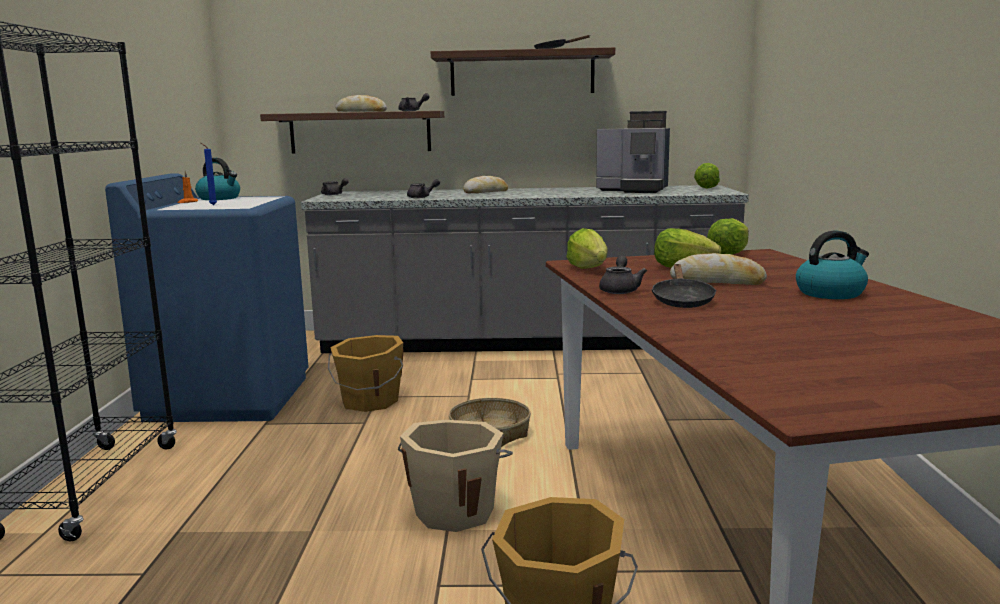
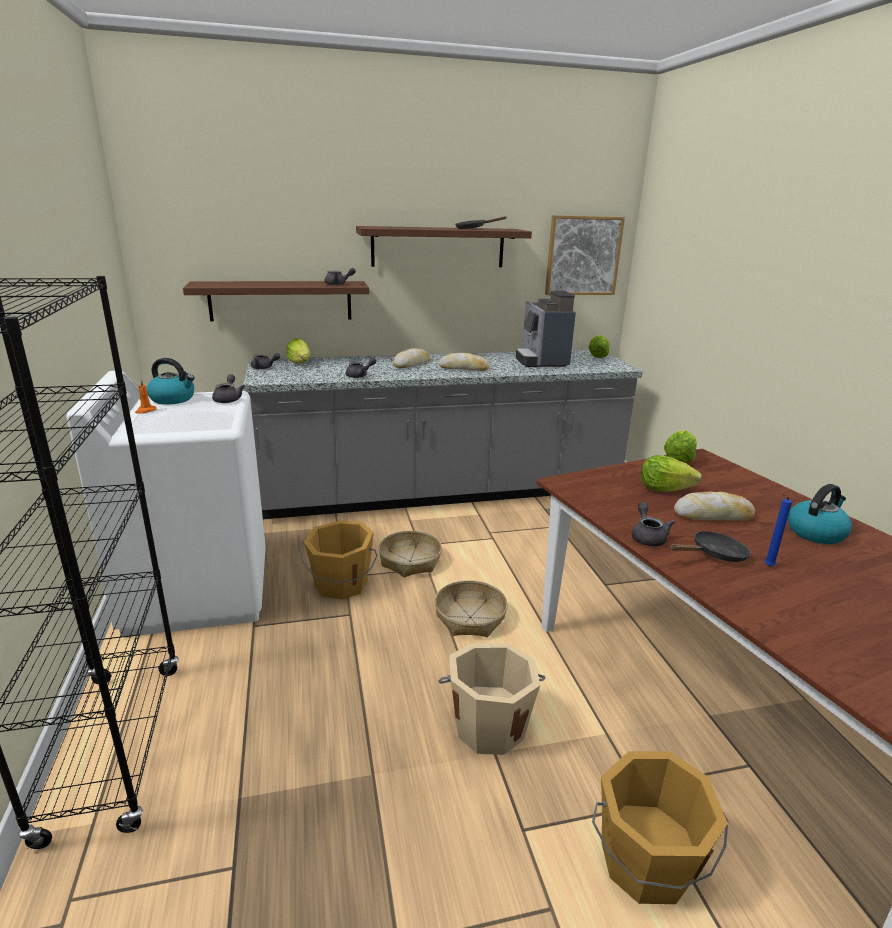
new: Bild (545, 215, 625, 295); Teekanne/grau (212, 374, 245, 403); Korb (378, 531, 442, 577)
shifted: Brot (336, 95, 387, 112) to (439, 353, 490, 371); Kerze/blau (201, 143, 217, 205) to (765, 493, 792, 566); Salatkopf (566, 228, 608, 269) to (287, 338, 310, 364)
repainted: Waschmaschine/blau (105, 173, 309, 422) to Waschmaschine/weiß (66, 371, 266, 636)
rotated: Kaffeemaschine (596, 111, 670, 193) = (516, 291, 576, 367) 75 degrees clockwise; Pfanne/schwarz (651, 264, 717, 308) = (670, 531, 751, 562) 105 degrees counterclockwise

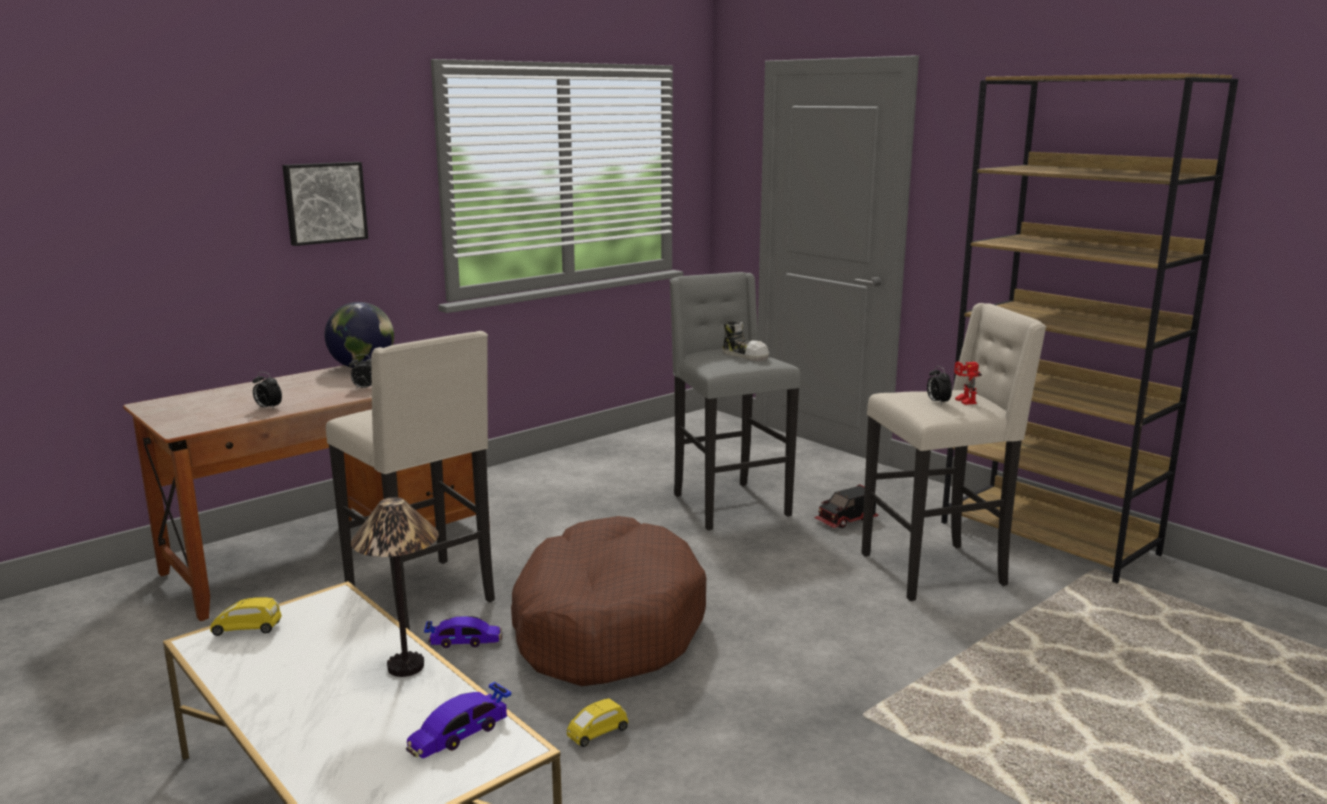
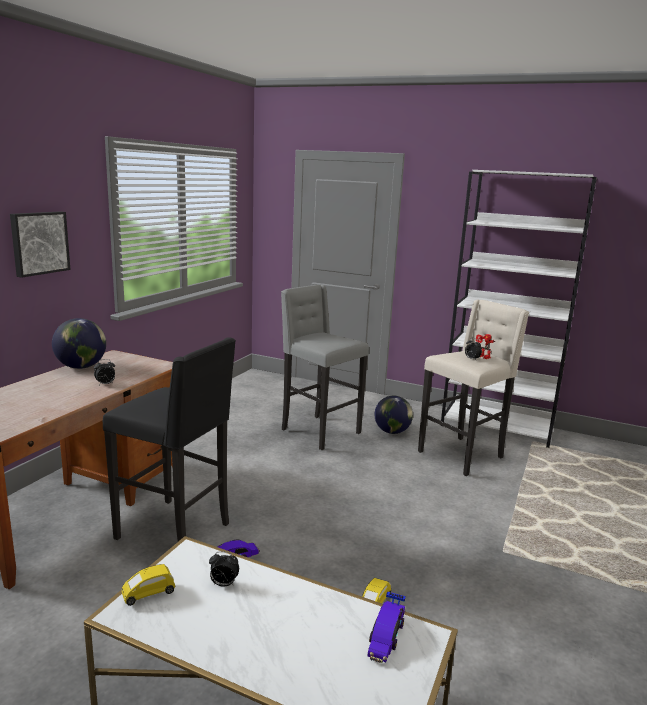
gone: Schuh (722, 322, 769, 361); Tischlampe (351, 497, 439, 677); Hundebett/braun (511, 516, 706, 686)
shifted: Wecker (253, 372, 282, 410) to (209, 551, 239, 586)
swapped: Spielzeuglaster (814, 484, 878, 528) to Globus (374, 396, 413, 434)
repainted: Bücherregal/braun (941, 73, 1238, 584) to Bücherregal/weiß (440, 170, 597, 448); Hocker/beige (326, 331, 495, 630) to Hocker/schwarz (103, 337, 236, 541)

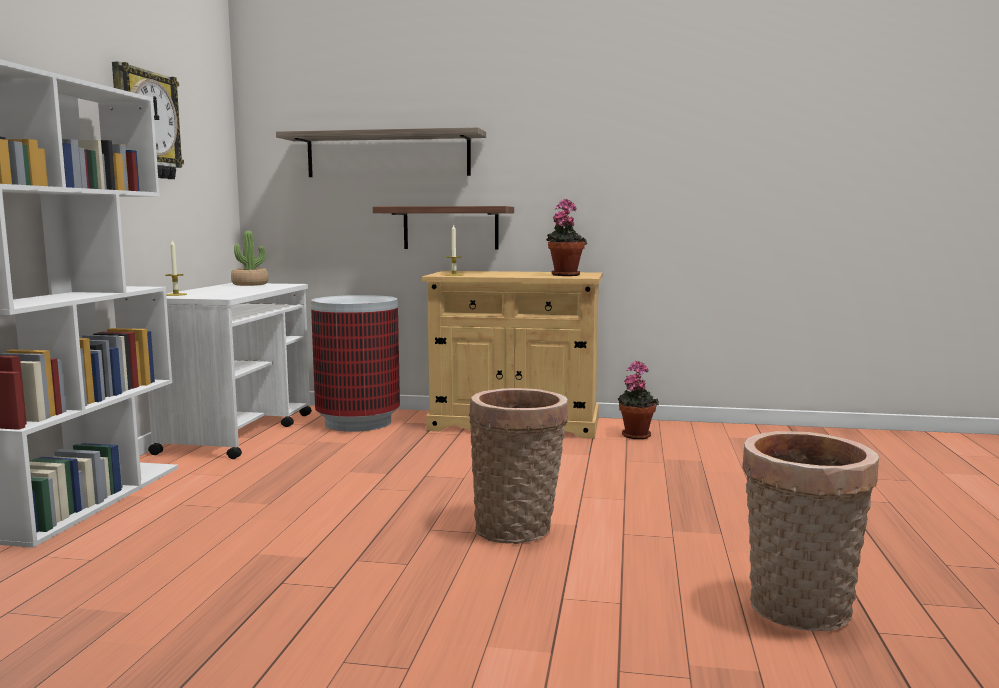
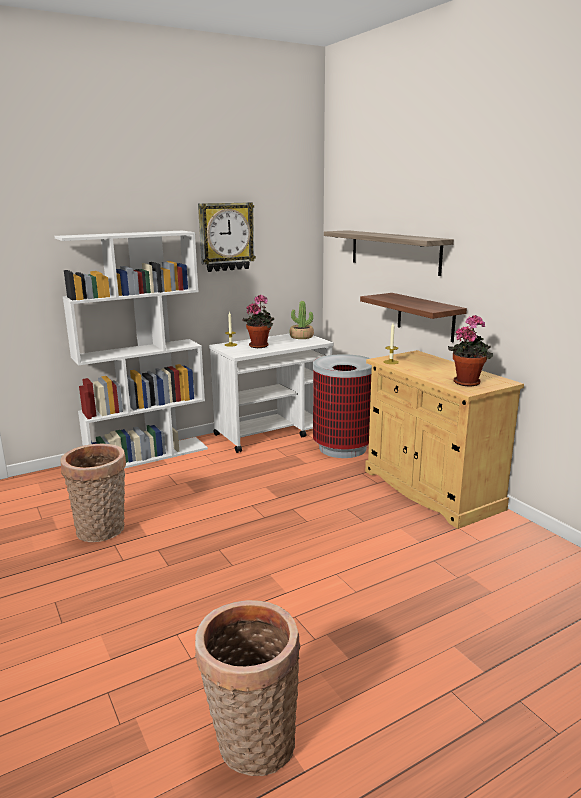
shifted: Topfpflanze (618, 361, 659, 439) to (242, 295, 274, 348); Korb (469, 388, 568, 544) to (60, 444, 126, 542)

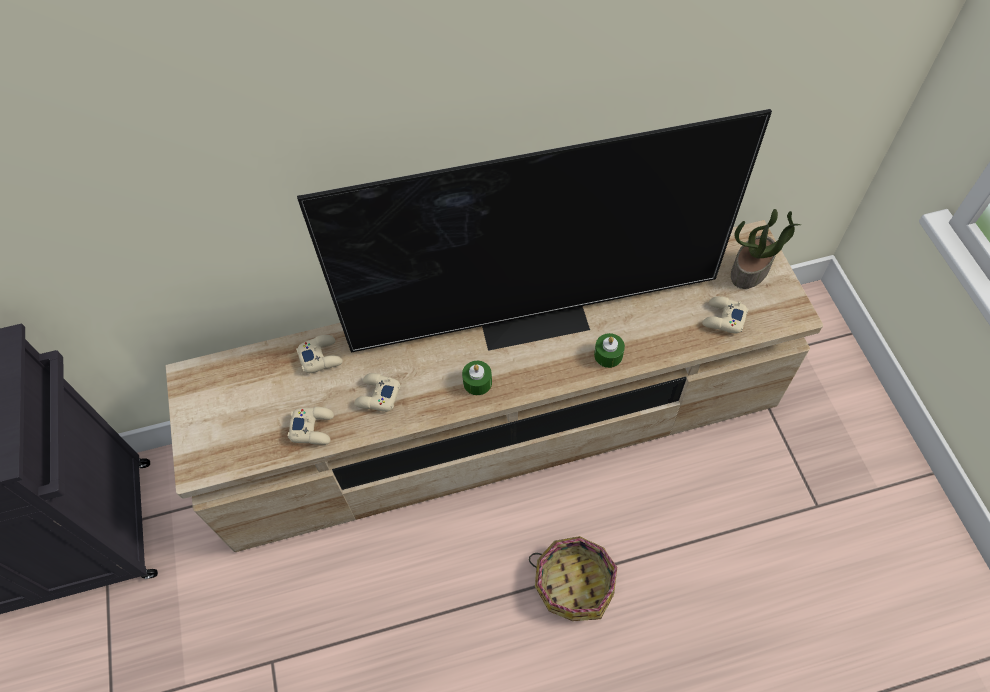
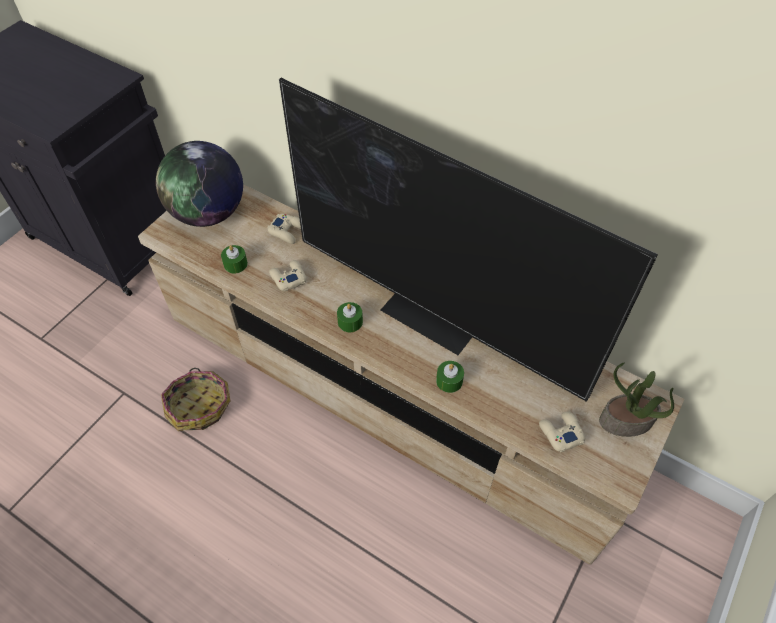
new: Globus (156, 141, 243, 227)
shifted: Korb (529, 536, 617, 621) to (161, 368, 231, 431)
swapped: Gamepad/beige (288, 407, 334, 445) to Kerze/grün (221, 245, 248, 273)

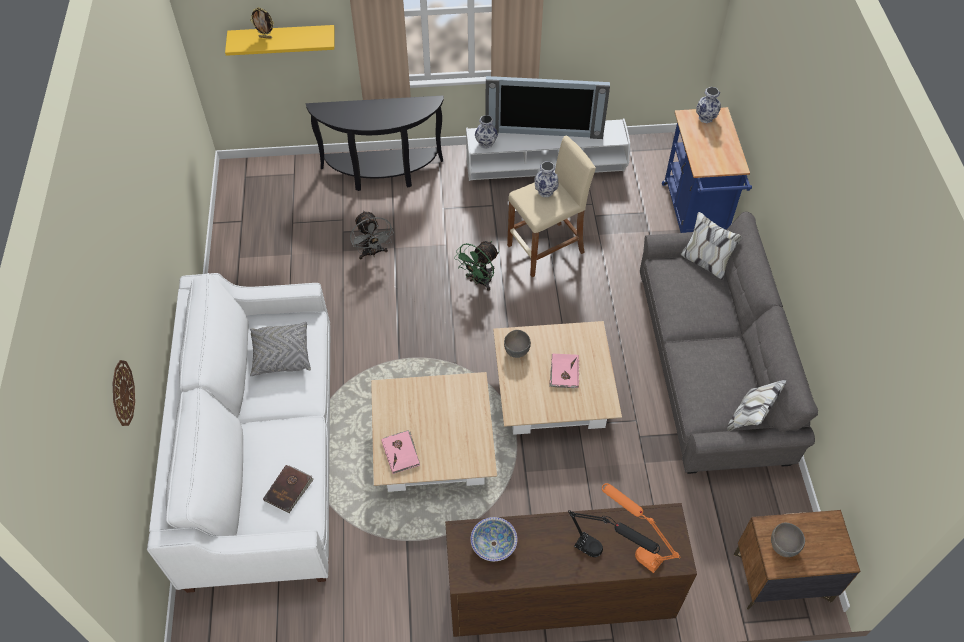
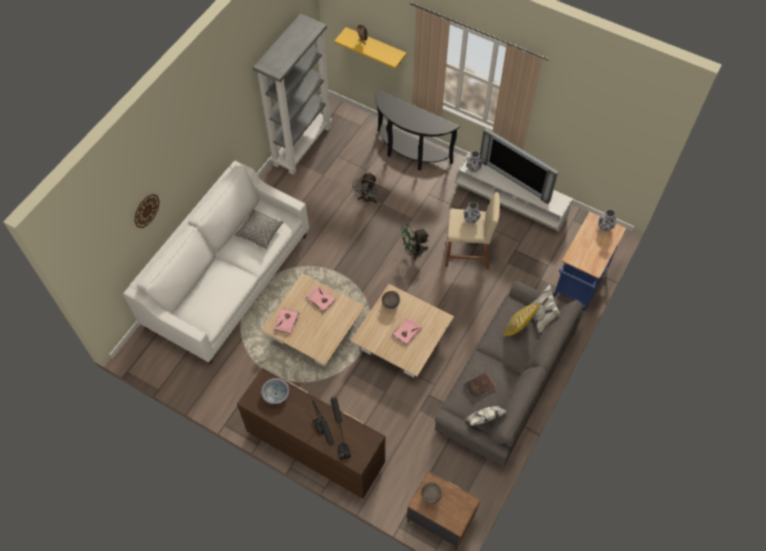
new: Bücherregal/grau (253, 14, 332, 175); Buch/rosa (306, 285, 336, 312); Kissen/gelb (503, 302, 541, 337)
shifted: Buch/braun (263, 465, 314, 513) to (464, 372, 496, 400)
repainted: Tischlampe/orange (602, 483, 680, 573) to Tischlampe/schwarz (331, 396, 351, 460)

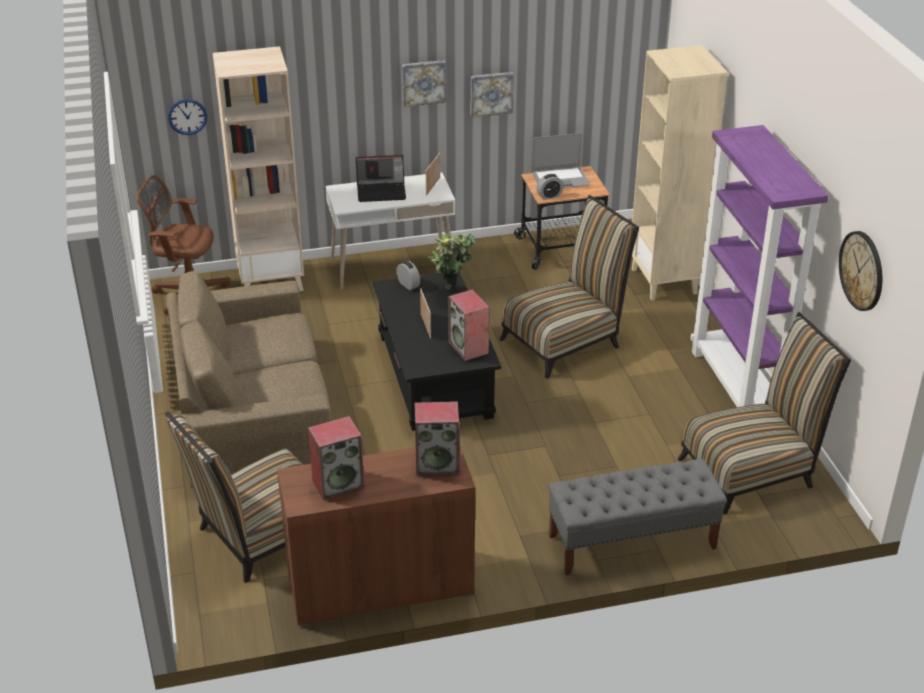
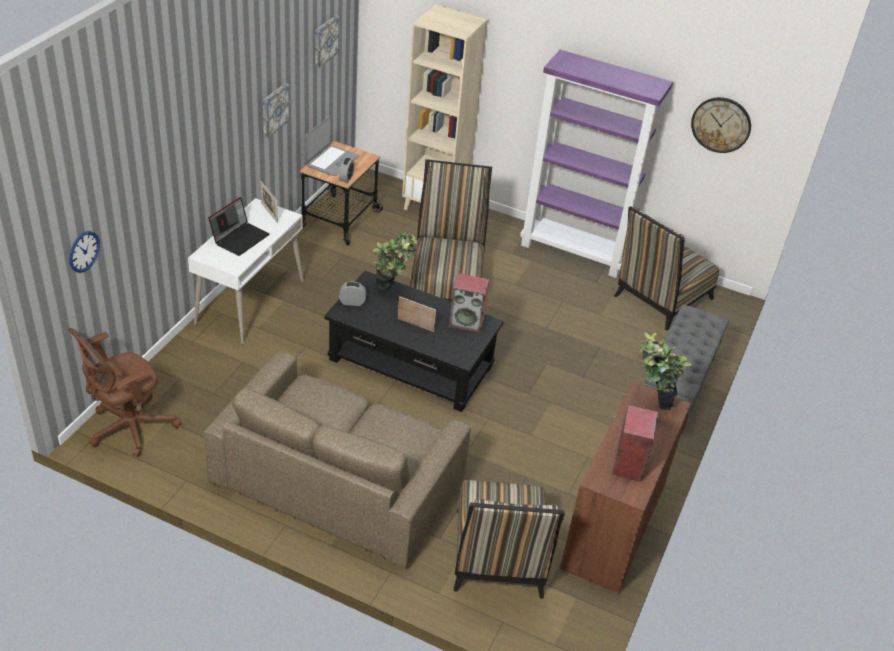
gone: Bücherregal/beige (213, 46, 304, 291)
shifted: Bild (402, 60, 446, 107) to (315, 15, 339, 68)
swapped: Lautsprecher (415, 401, 459, 476) to Topfpflanze (640, 332, 691, 410)
rotated: Stuhl (677, 312, 851, 515) = (614, 206, 719, 331) 150 degrees counterclockwise

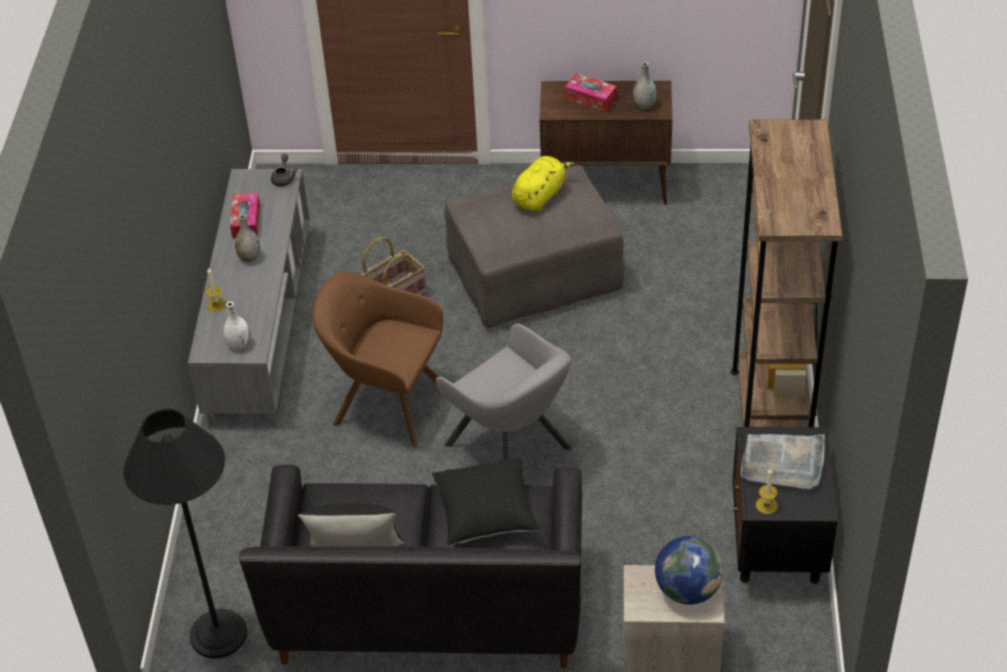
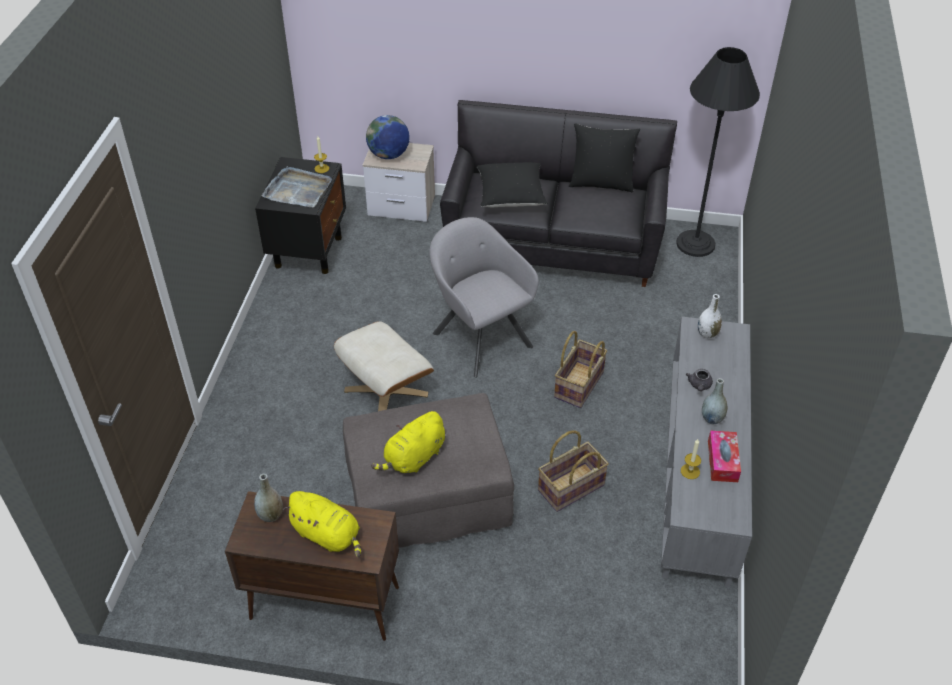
gone: Bücherregal/braun (731, 119, 843, 427)
new: Polsterhocker/beige (334, 321, 434, 411)
shifted: Teekanne/grau (271, 154, 297, 187) to (686, 369, 713, 391); Kerze (205, 267, 226, 312) to (681, 439, 701, 479)
swapped: Taschentuchbox (565, 73, 617, 112) to Plüschtier/gelb (283, 491, 361, 557); Sessel/braun (313, 272, 443, 449) to Korb (554, 331, 607, 408)

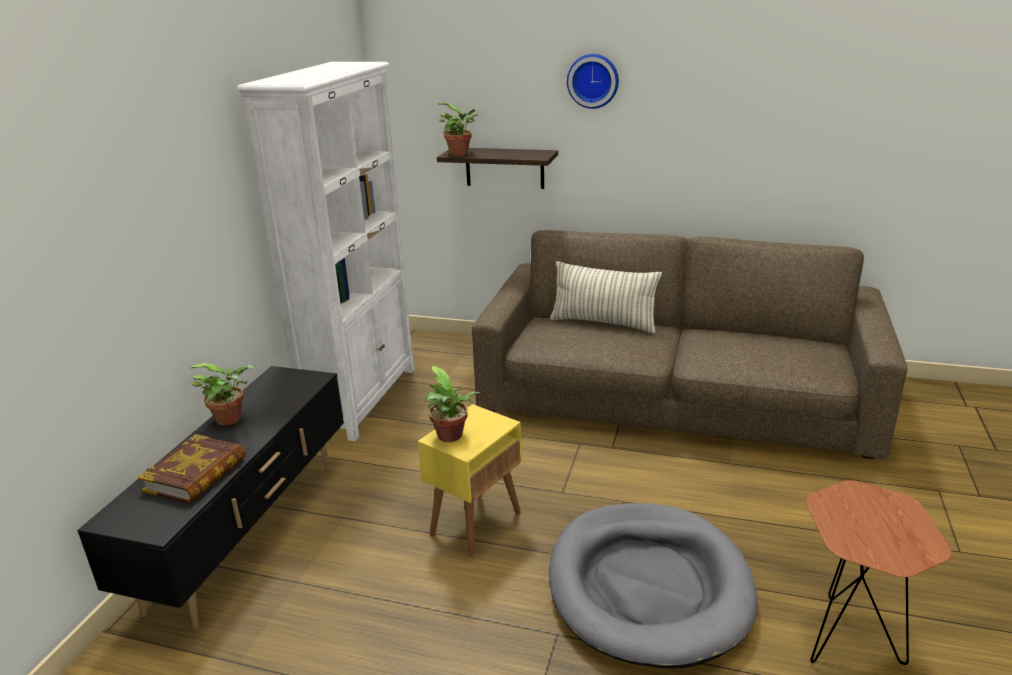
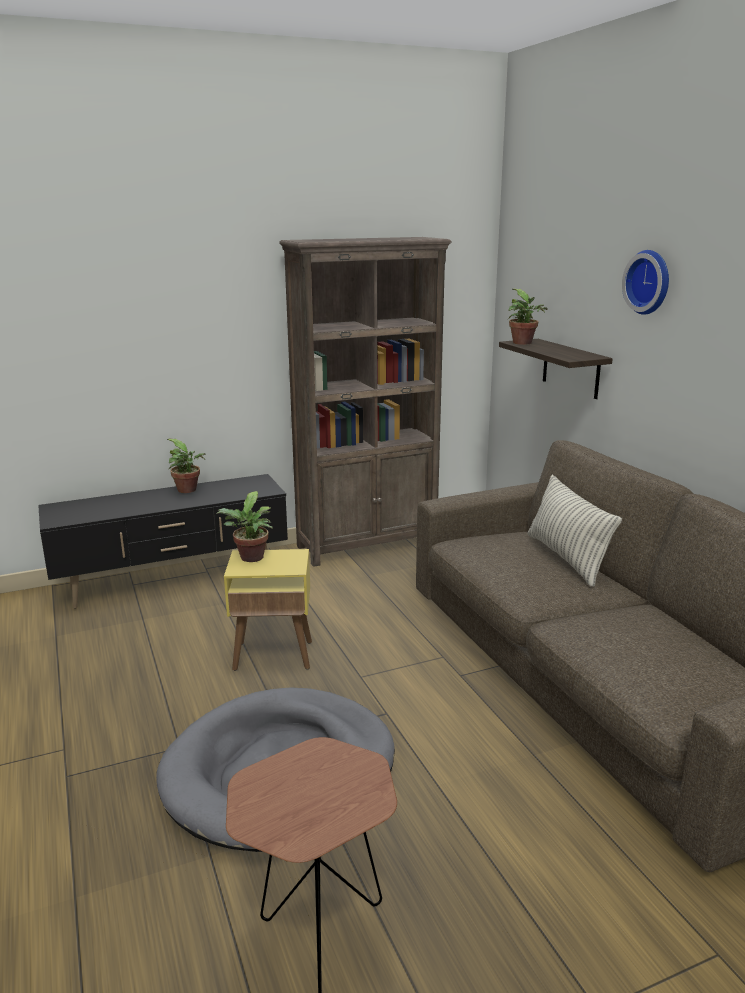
gone: Buch (138, 434, 245, 503)
repainted: Bücherregal/weiß (237, 62, 415, 442) to Bücherregal/braun (279, 237, 452, 567)

